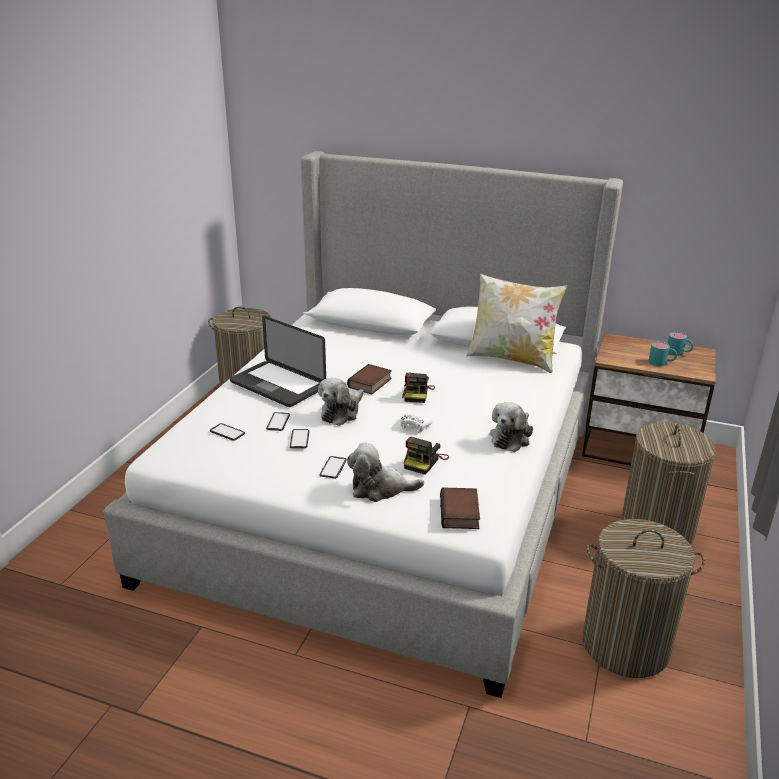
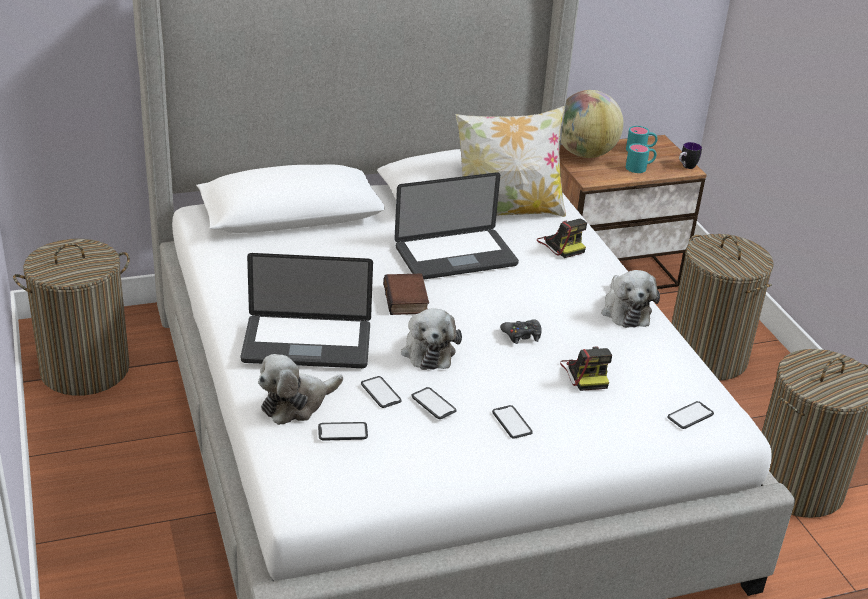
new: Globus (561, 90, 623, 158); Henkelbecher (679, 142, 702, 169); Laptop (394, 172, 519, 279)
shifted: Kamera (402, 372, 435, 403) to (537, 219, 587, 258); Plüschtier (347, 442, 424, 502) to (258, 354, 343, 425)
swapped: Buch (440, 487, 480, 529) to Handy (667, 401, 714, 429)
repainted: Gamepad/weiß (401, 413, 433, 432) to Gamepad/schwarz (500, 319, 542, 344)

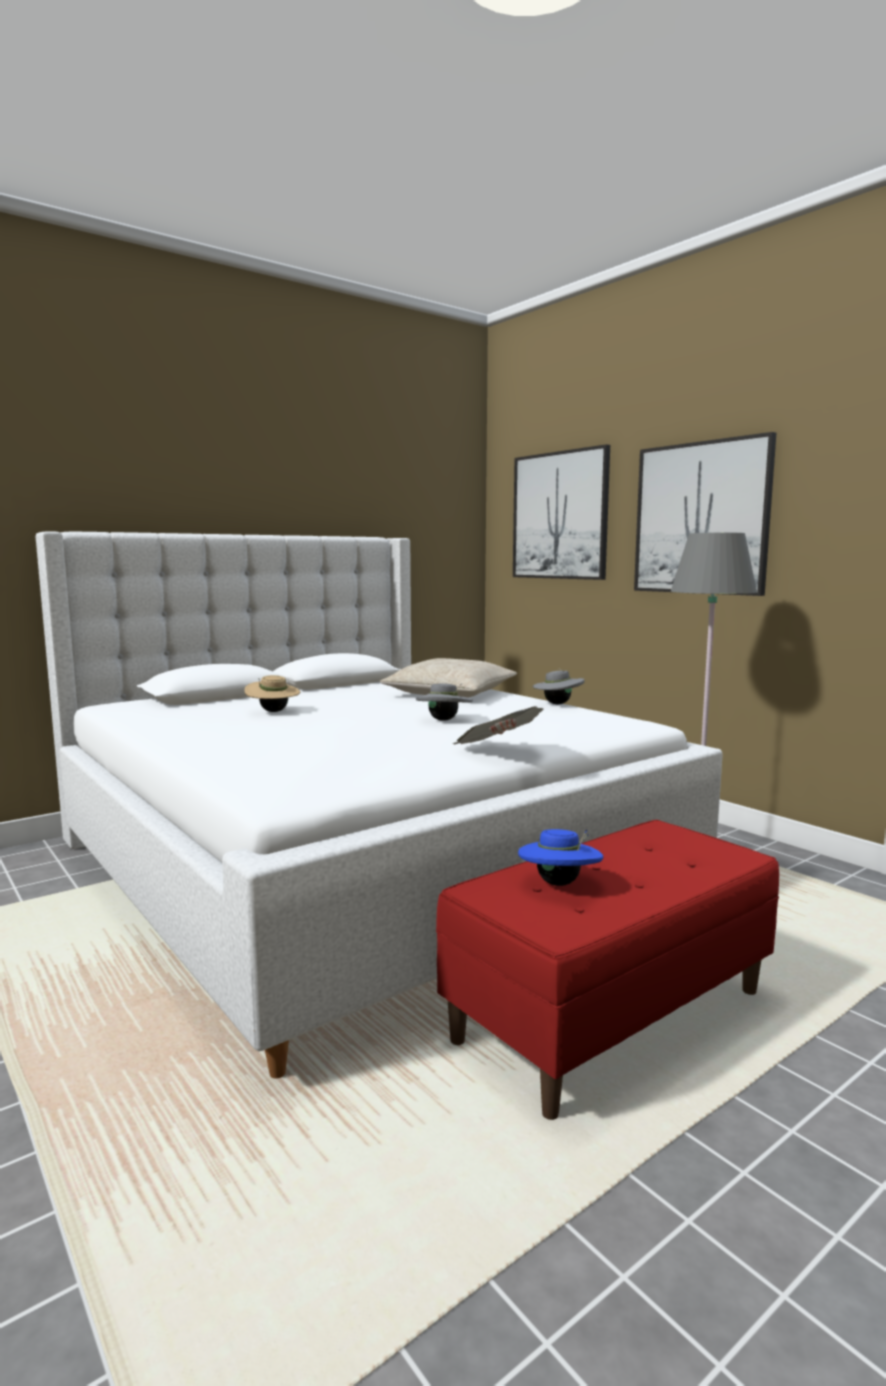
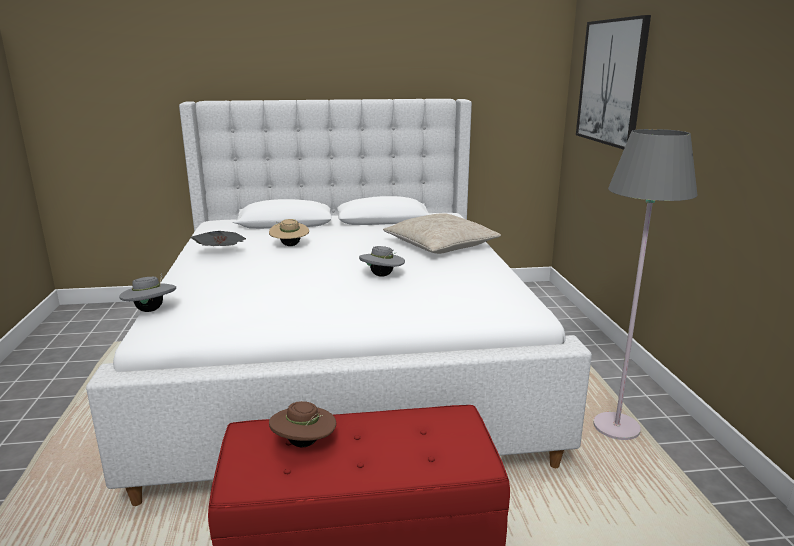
gone: Bild (634, 432, 776, 596)
shifted: Hut/grau (533, 668, 584, 704) to (119, 273, 176, 312); Zeitung (453, 706, 544, 744) to (190, 231, 246, 246)
repainted: Hut/blau (518, 829, 603, 886) to Hut/braun (269, 401, 336, 447)

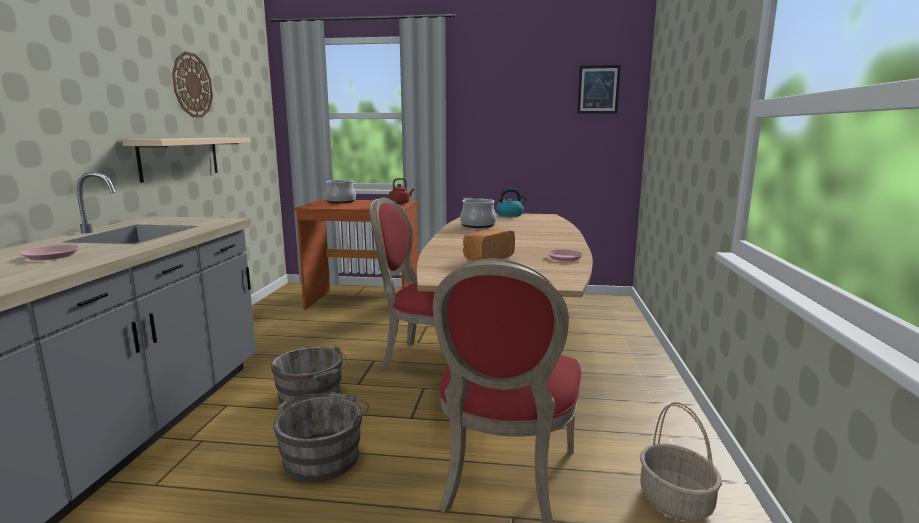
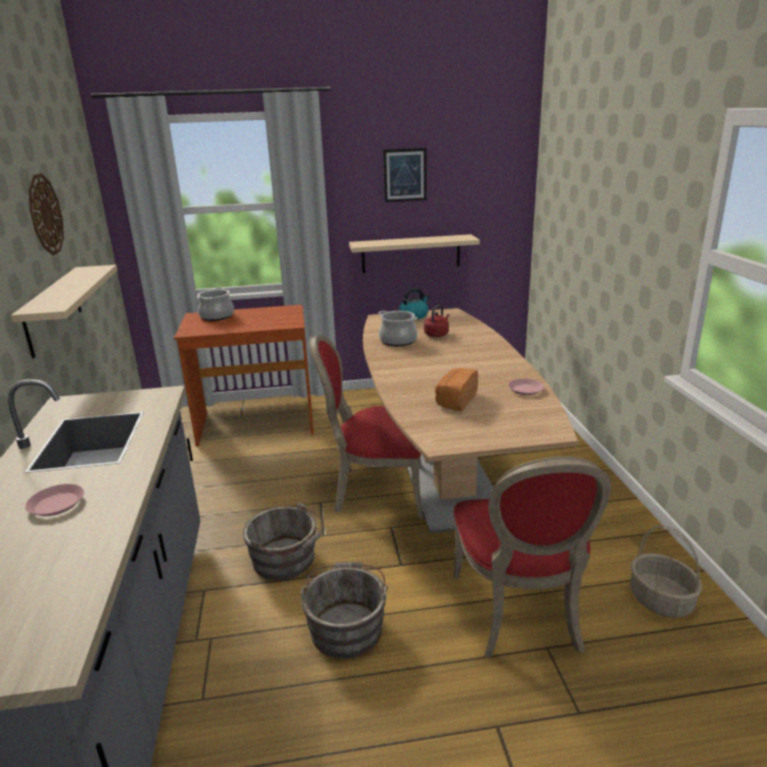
new: Wandregal/beige (349, 234, 480, 273)
shifted: Bild (577, 65, 621, 114) to (383, 148, 427, 202); Wasserkessel/rot (389, 178, 414, 204) to (424, 305, 449, 337)

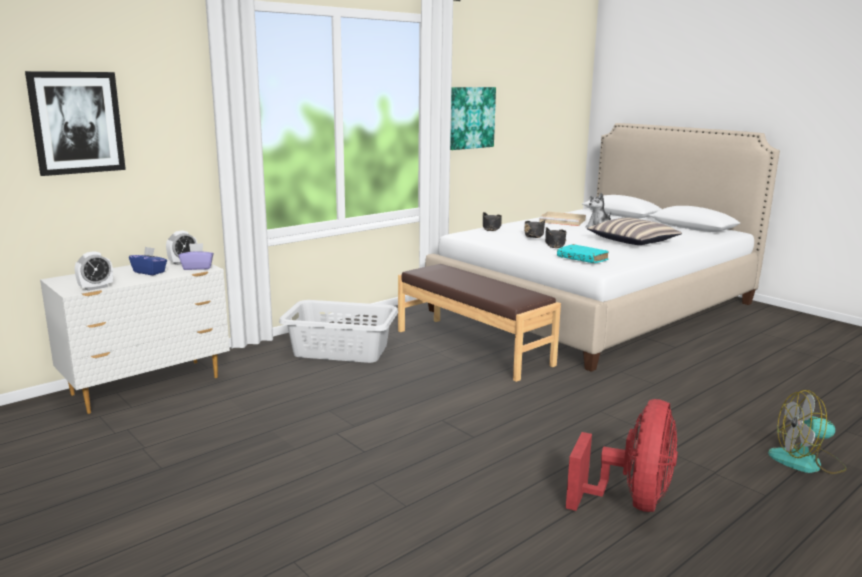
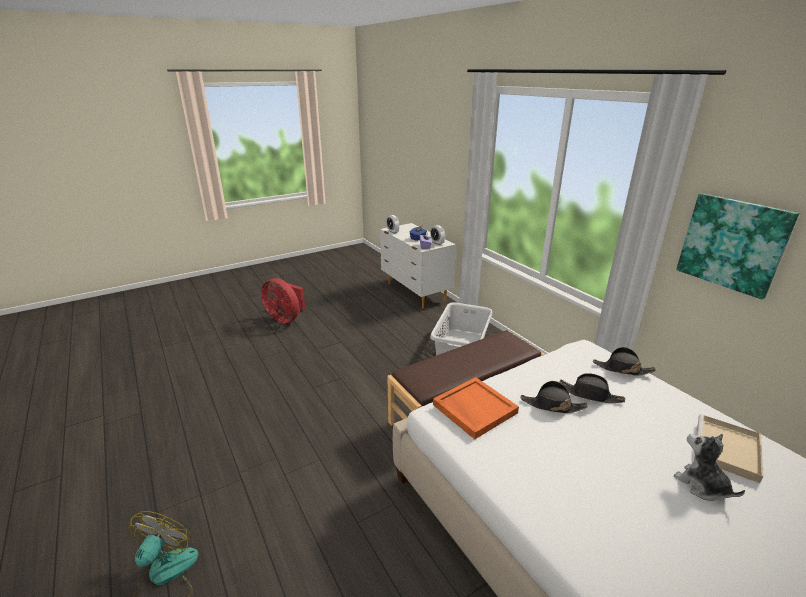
gone: Bild (25, 71, 126, 176); Kissen (587, 217, 682, 245)
shifted: Ventilator/rot (566, 399, 678, 512) to (261, 278, 305, 323)
swapped: Buch/türkis (557, 244, 609, 263) to Tablett/orange (433, 377, 519, 439)

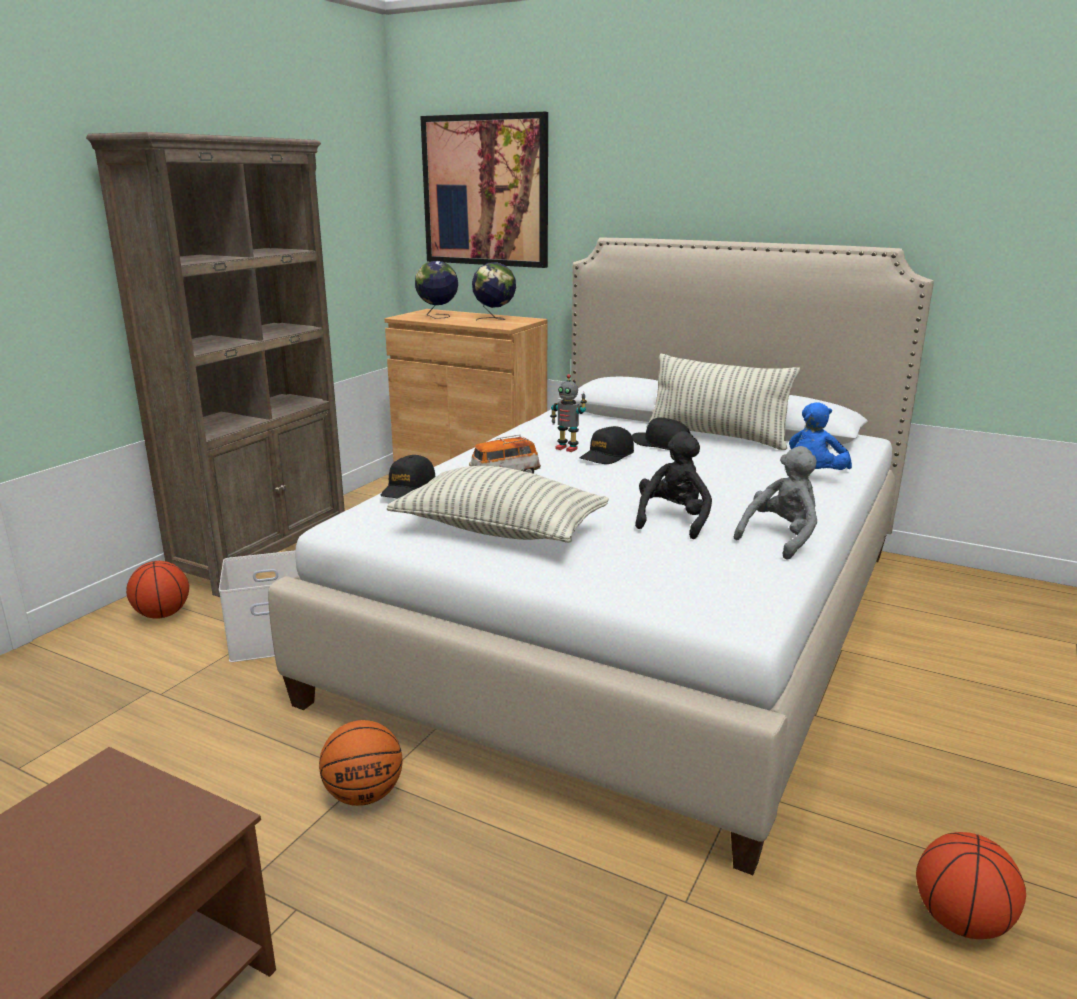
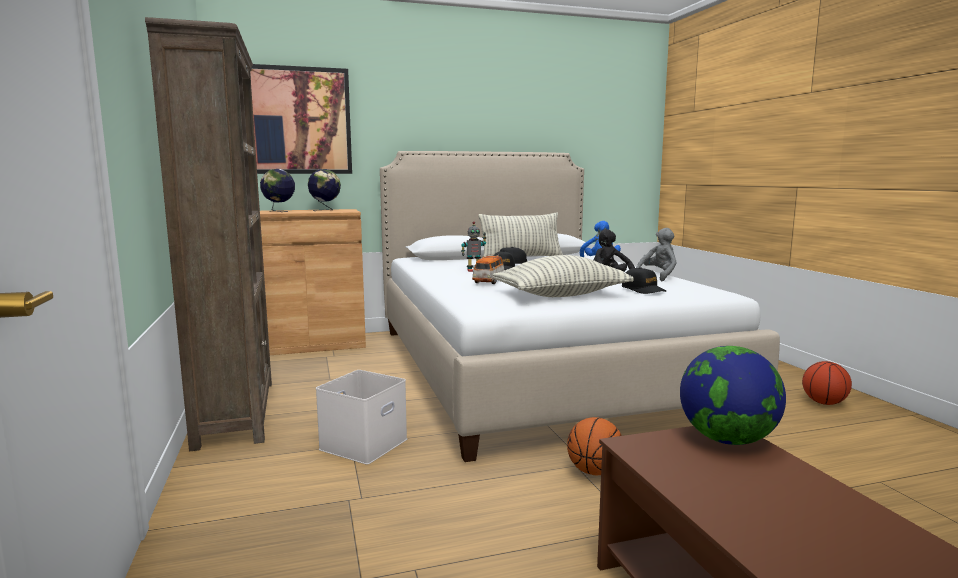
gone: Basketball (126, 561, 189, 619)
new: Globus (680, 346, 786, 445)
shifted: Kappe/schwarz (381, 455, 435, 498) to (622, 267, 666, 294)
rotated: Plüschtier/grau (734, 446, 817, 560) = (636, 228, 677, 281) 45 degrees clockwise

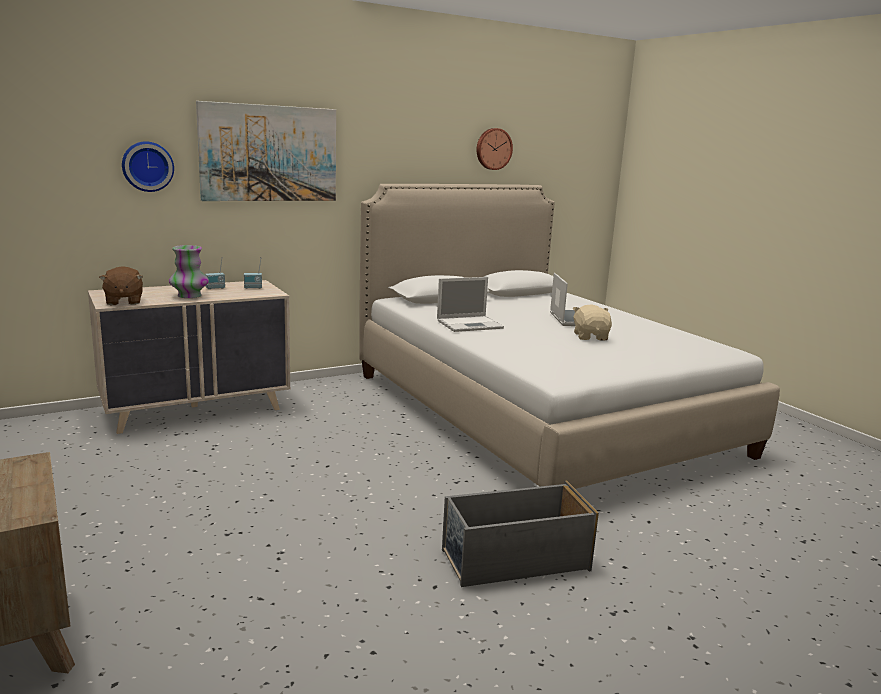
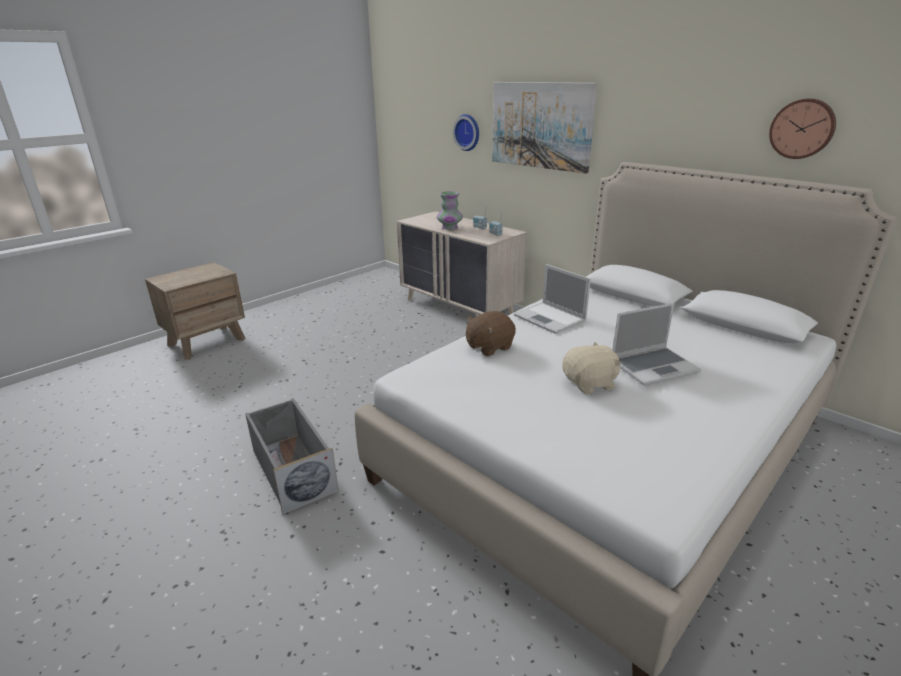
shifted: Plüschtier/braun (99, 266, 143, 305) to (466, 311, 516, 356)

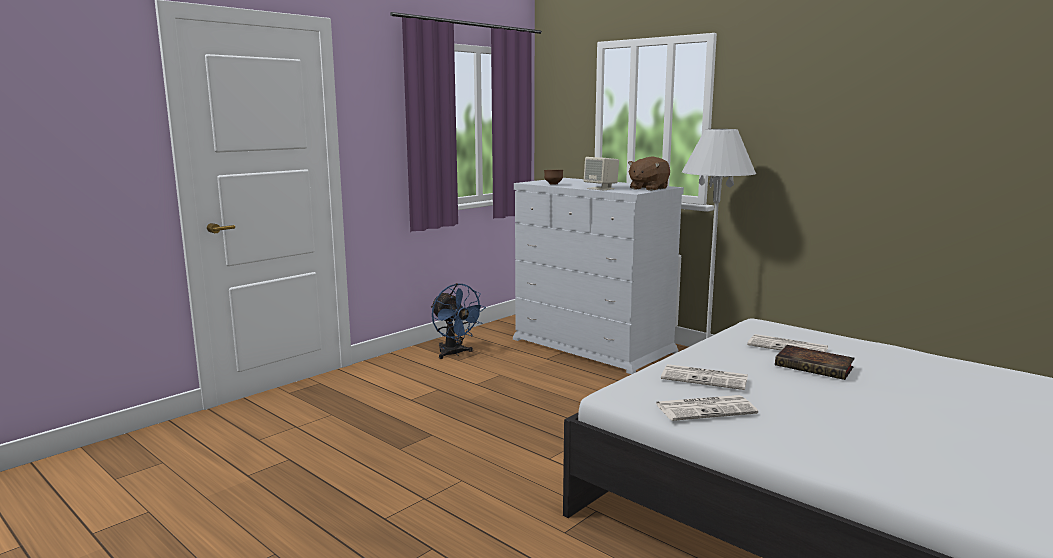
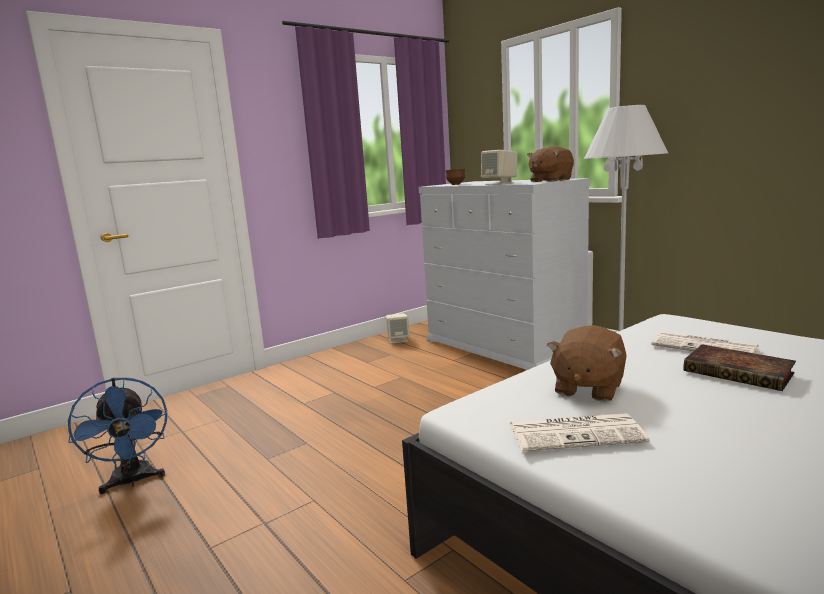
new: Lautsprecher/beige (386, 313, 410, 344)
shifted: Ventilator/blau (431, 283, 486, 359) to (68, 378, 167, 494)
swapped: Zeitung (661, 364, 748, 390) to Plüschtier/braun (547, 325, 627, 402)

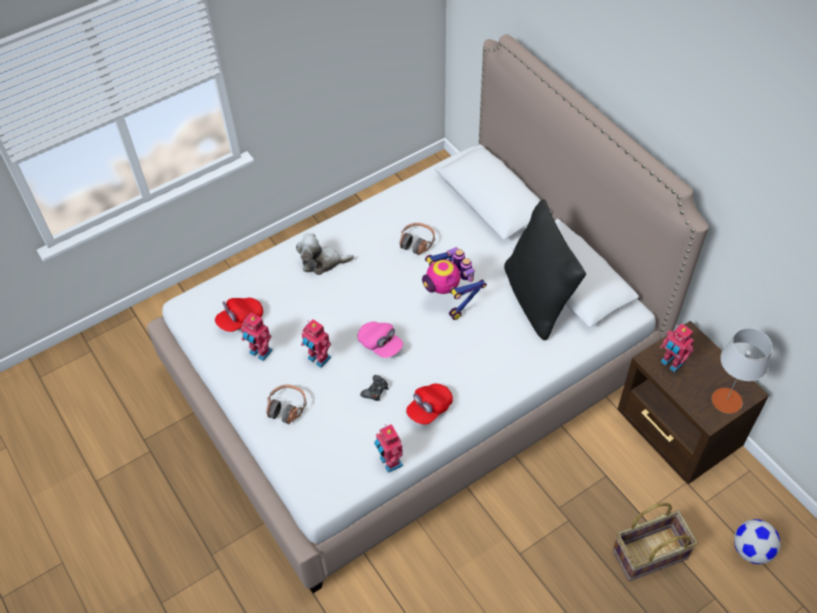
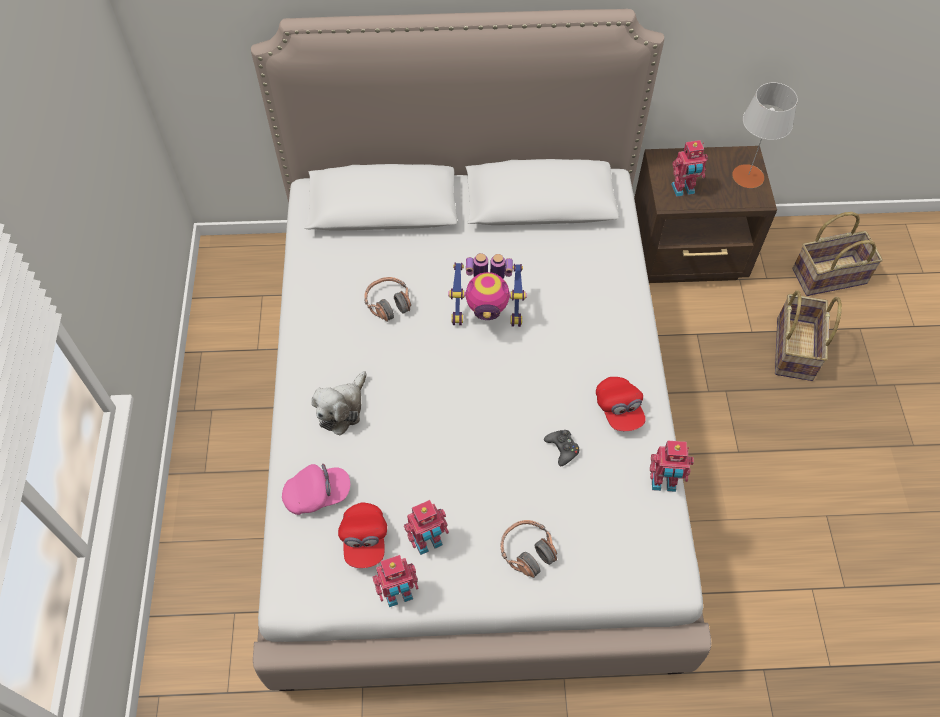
gone: Kissen/schwarz (504, 199, 586, 340)
shifted: Spielzeugroboter (301, 319, 331, 368) to (373, 555, 419, 607); Kappe/rosa (358, 322, 403, 358) to (282, 464, 350, 515)
swapped: Fußball (734, 519, 781, 564) to Korb (792, 212, 883, 296)

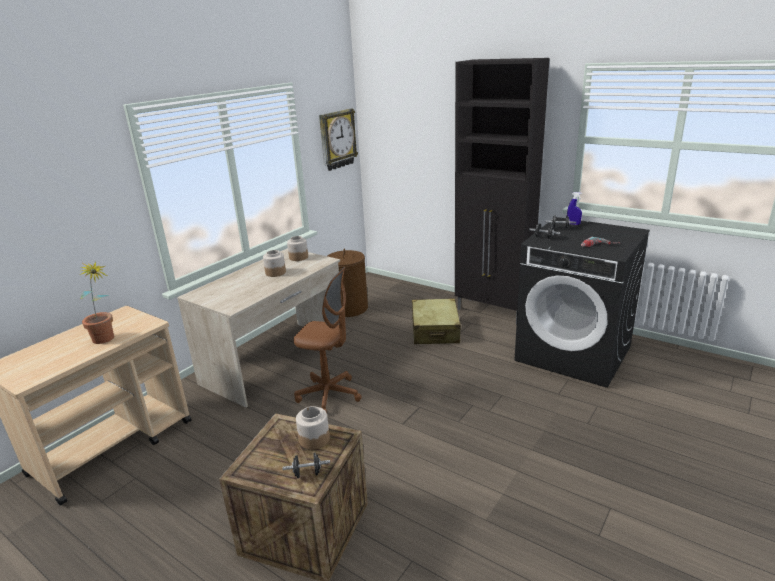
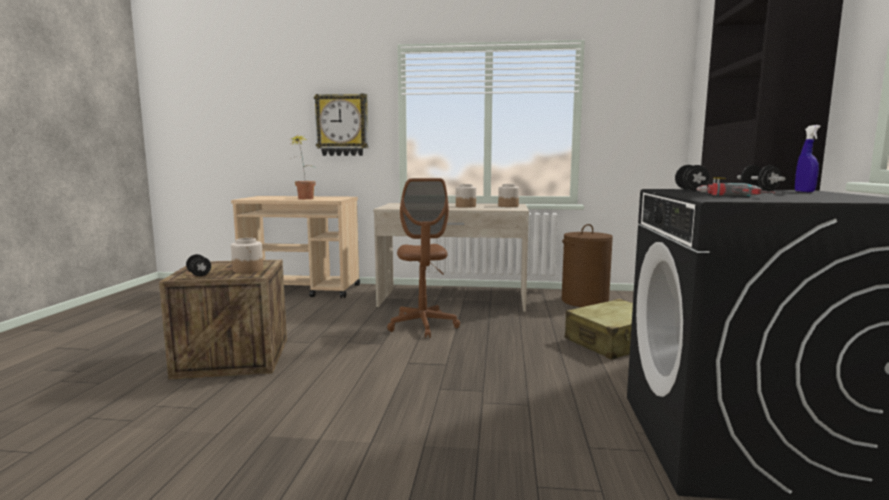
shifted: Wanduhr (319, 109, 358, 171) to (314, 93, 369, 156)

